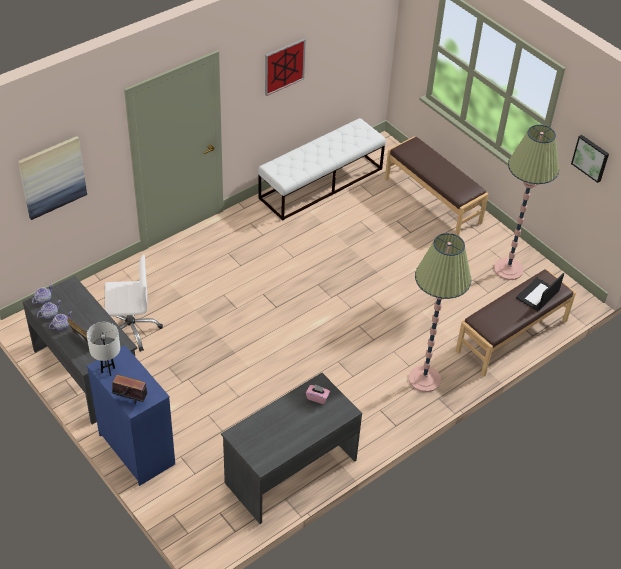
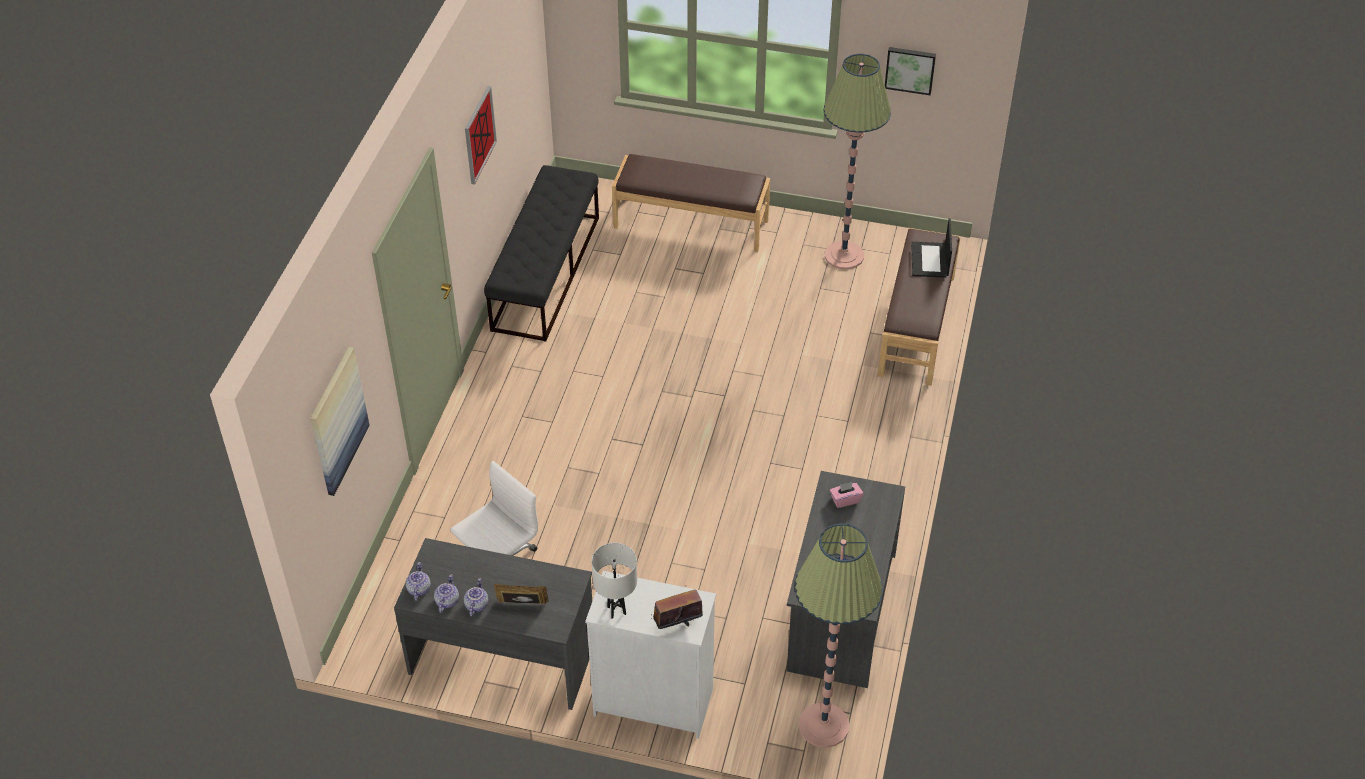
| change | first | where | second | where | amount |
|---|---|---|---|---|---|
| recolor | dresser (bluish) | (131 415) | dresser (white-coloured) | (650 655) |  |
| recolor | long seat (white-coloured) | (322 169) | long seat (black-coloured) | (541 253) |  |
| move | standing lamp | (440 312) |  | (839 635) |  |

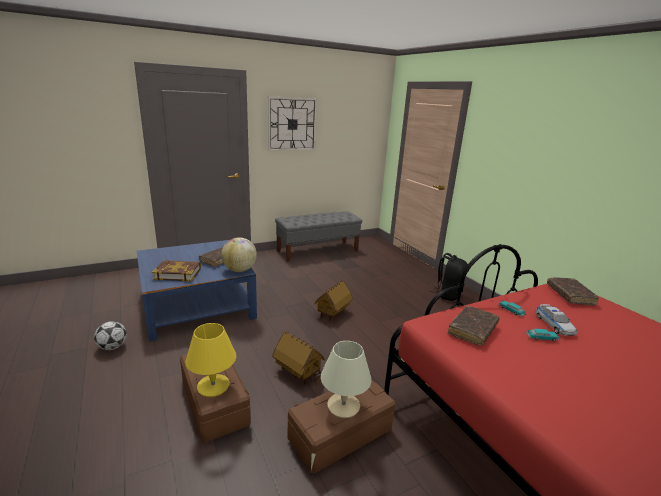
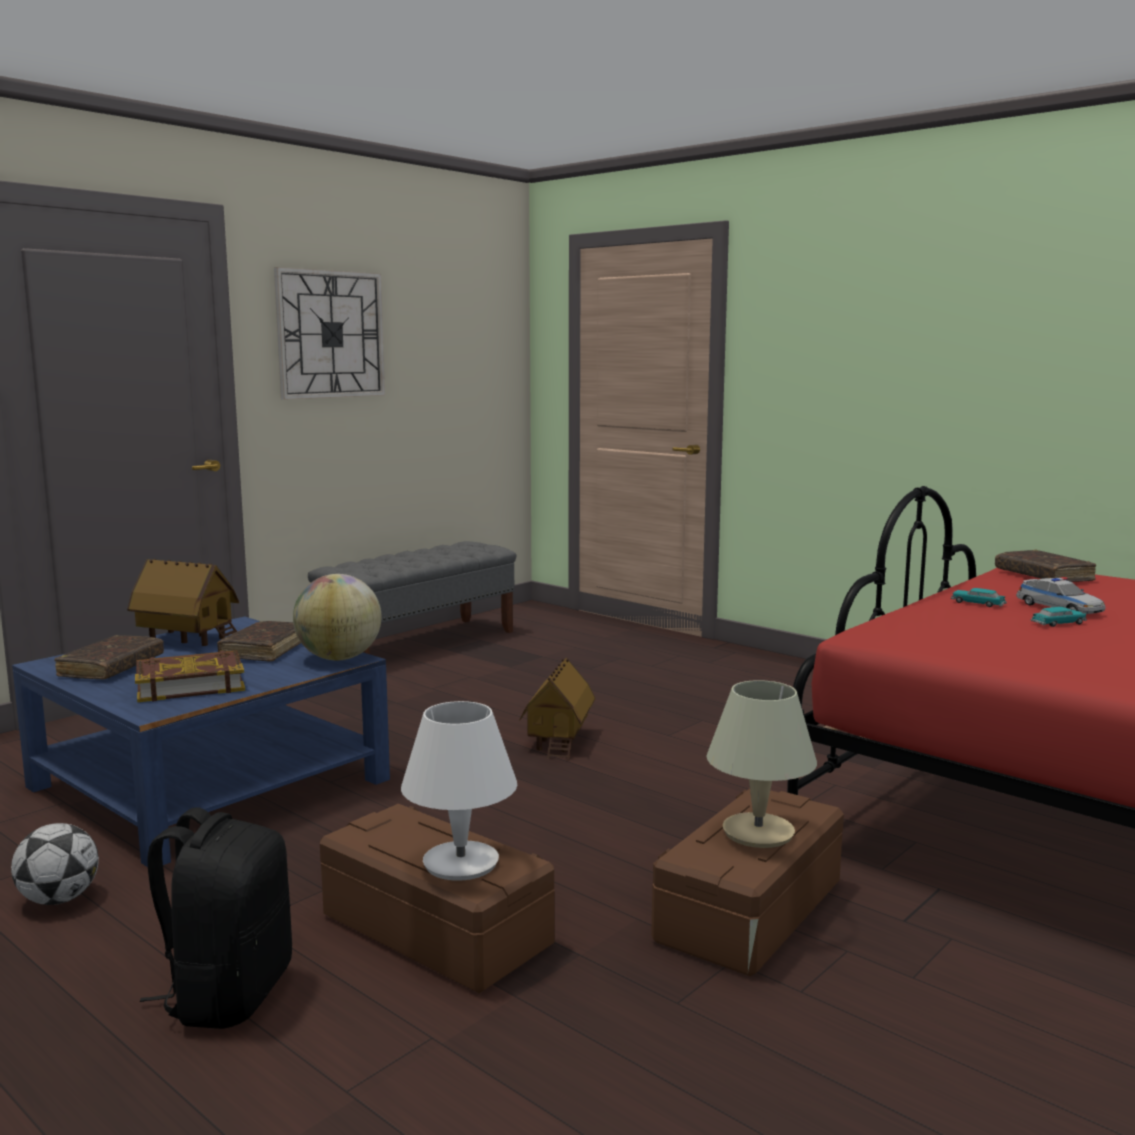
| change | first | where | second | where | amount |
|---|---|---|---|---|---|
| recolor | table lamp (yellowish) | (210 360) | table lamp (white-coloured) | (459 791) |  |
| move | miniature house | (298 358) |  | (183 602) |  |
| move | rucksack (black-coloured) | (448 277) |  | (216 918) |  |
| move | bound book (brownish) | (474 326) |  | (109 657) |  |

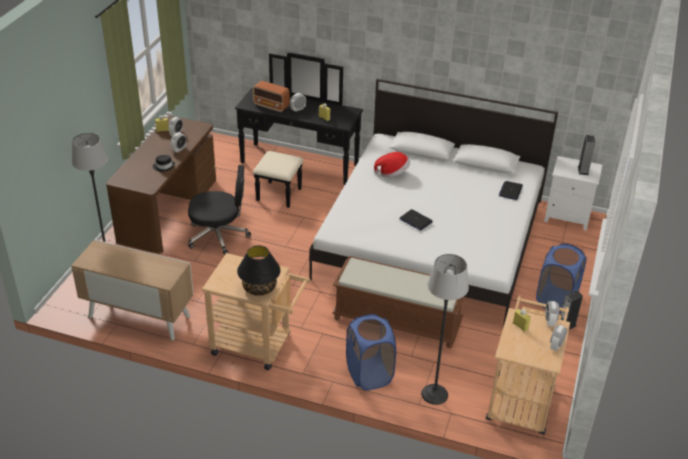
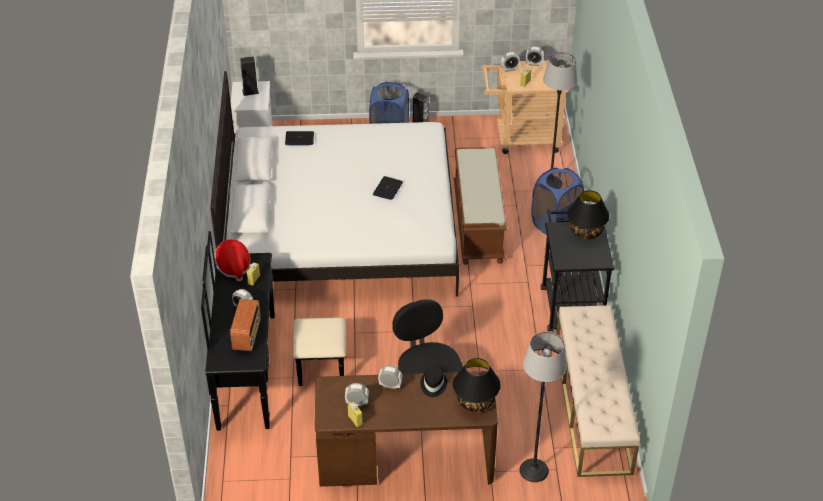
| change | first | where | second | where | amount |
|---|---|---|---|---|---|
| replace | cabinet | (132 289) | long seat (sand-coloured) | (598 391) |  |
| recolor | trolley (sand-coloured) | (256 311) | trolley (black-coloured) | (577 270) |  |
| move | clothing hat | (392 165) |  | (232 260) |  |
| insert |  |  | table lamp (black-coloured) | (477 385) |  |

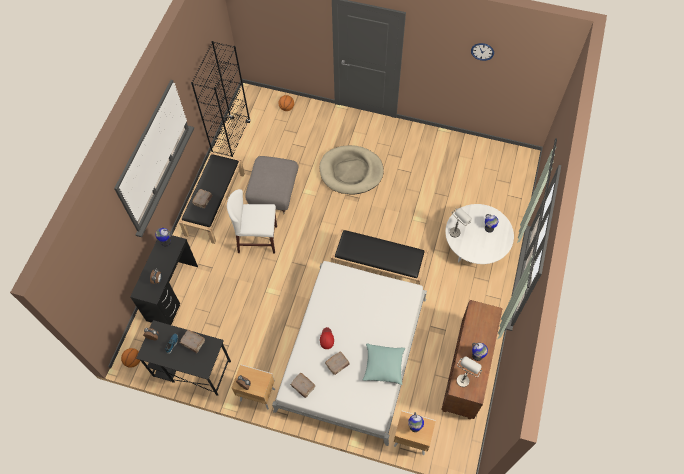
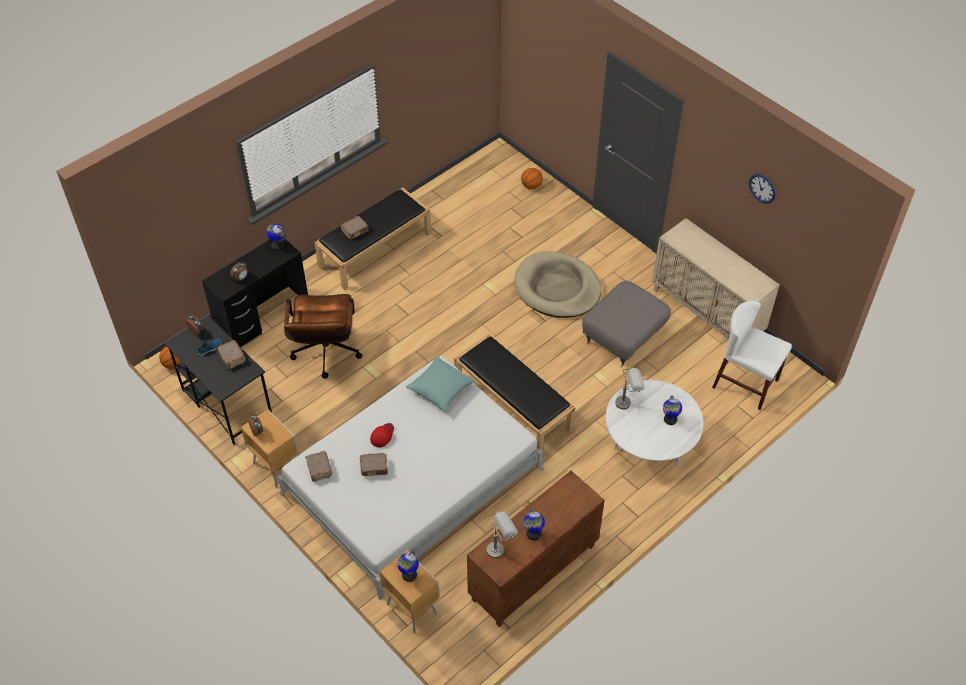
| change | first | where | second | where | amount |
|---|---|---|---|---|---|
| delete | bookshelf (black-coloured) | (221 99) |  |  |  |
| move | upright chair (white-coloured) | (252 221) |  | (752 355) |  |
| move | footrest (gray) | (271 185) |  | (626 324) |  |
| move | cushion (turquoise) | (384 364) |  | (440 384) |  |
| insert |  |  | computer chair (brownish) | (323 336) |  |
| insert |  |  | cabinet (sand-coloured) | (716 278) |  |

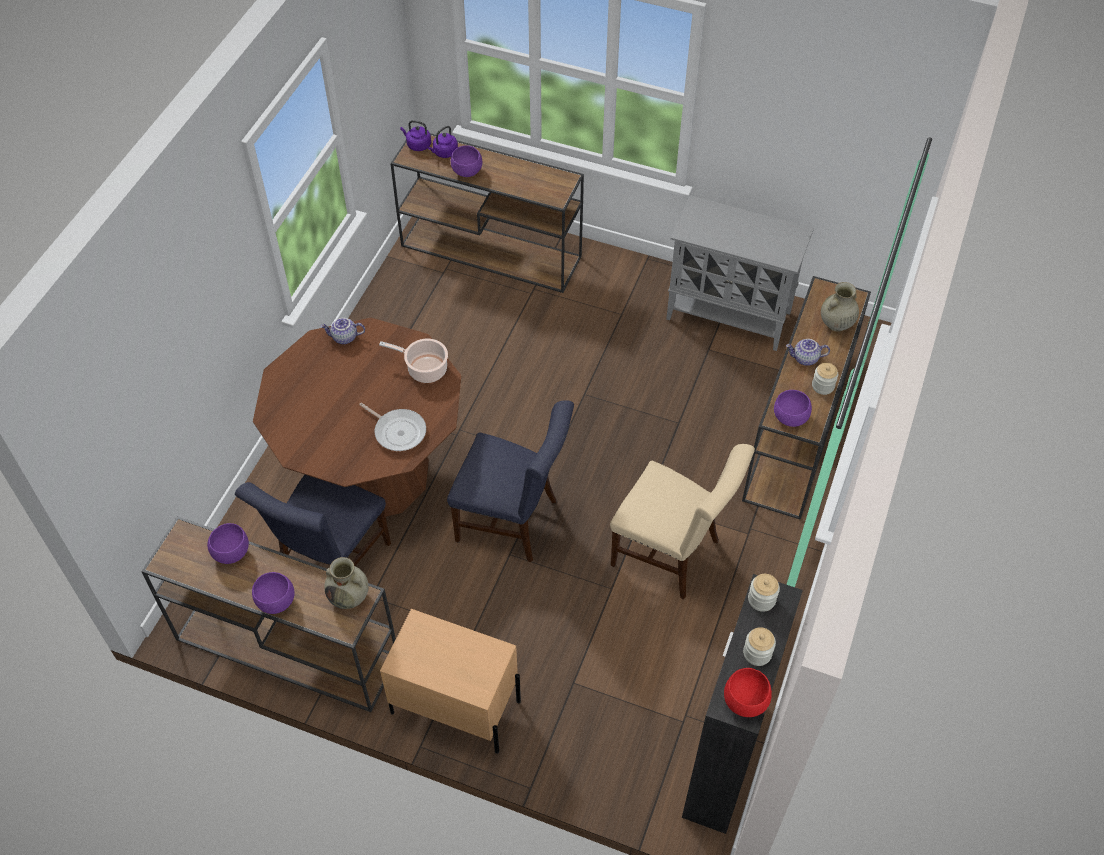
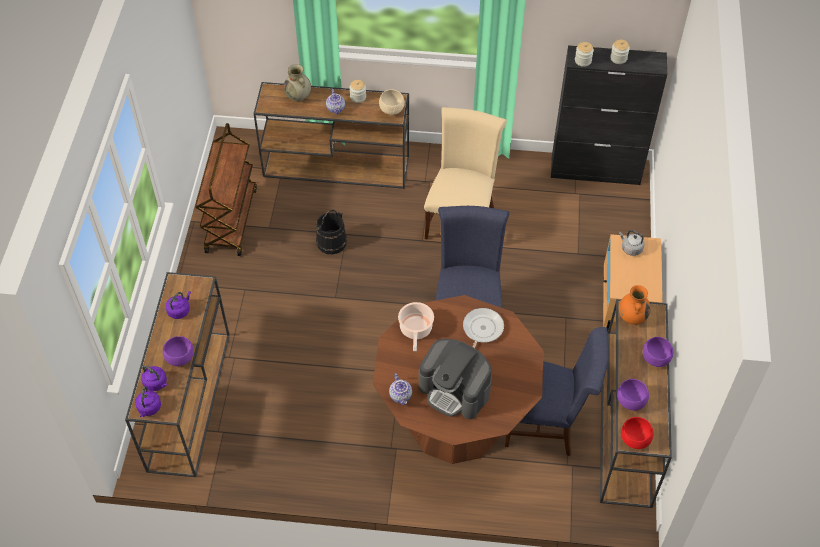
| change | first | where | second | where | amount |
|---|---|---|---|---|---|
| recolor | flower vase (sand-coloured) | (346 583) | flower vase (orange-coloured) | (634 304) |  |
| replace | cabinet (gray) | (740 273) | trolley (brownish) | (226 189) |  |
| move | bowl (reddish) | (748 692) |  | (637 433) |  |
| recolor | bowl (purple) | (793 408) | bowl (sand-coloured) | (392 102) |  |
| insert |  |  | water kettle (purple) | (178 305) |  |
| insert |  |  | pail (black-coloured) | (331 232) |  |
| insert |  |  | coffee machine | (455 379) |  |
| insert |  |  | water kettle (gray) | (632 243) |  |

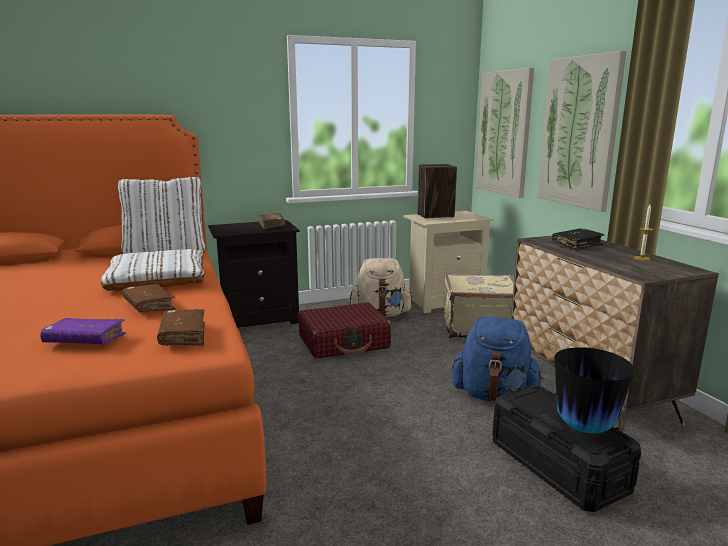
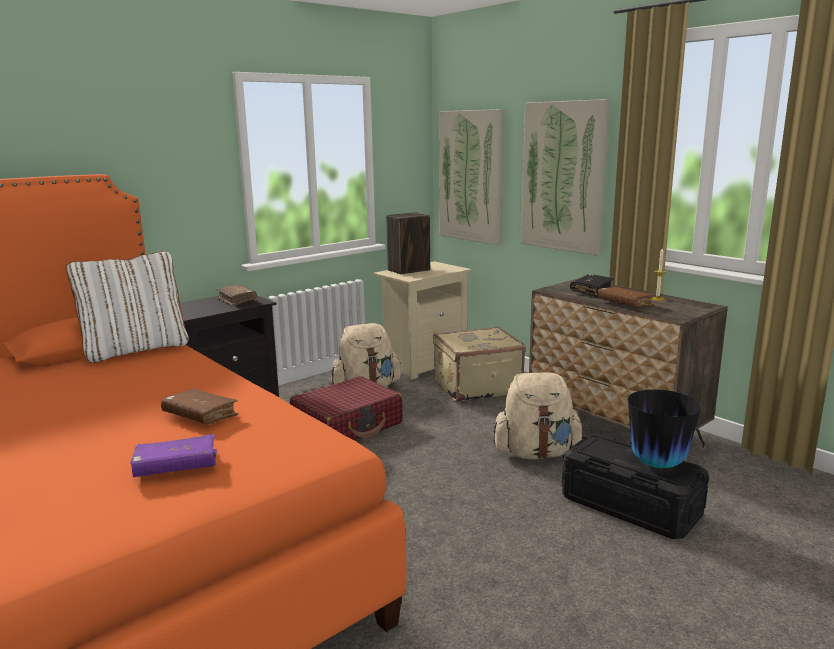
| change | first | where | second | where | amount |
|---|---|---|---|---|---|
| delete | cushion (white-coloured) | (152 270) |  |  |  |
| move | bound book (brownish) | (181 327) |  | (626 297) |  |
| recolor | rucksack (bluish) | (498 359) | rucksack (sand-coloured) | (538 416) |  |

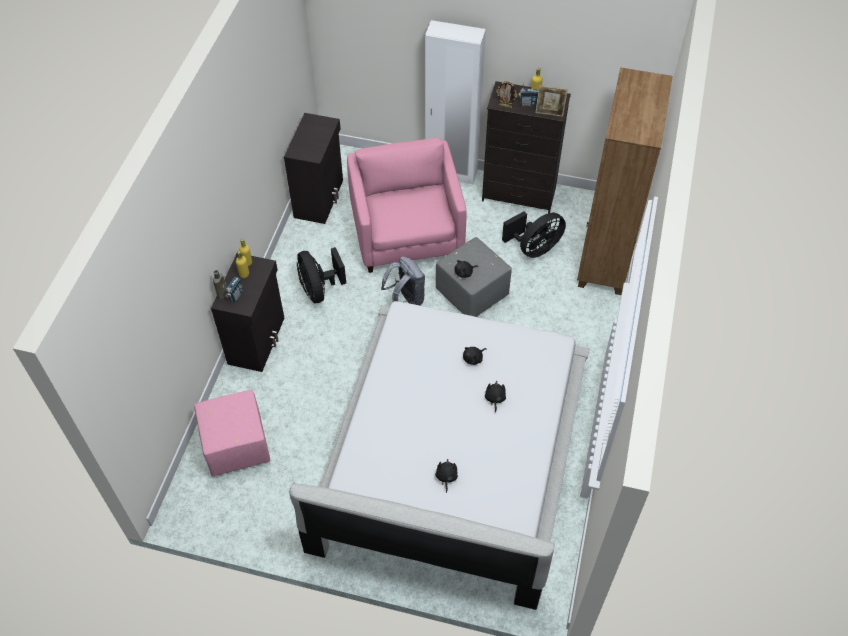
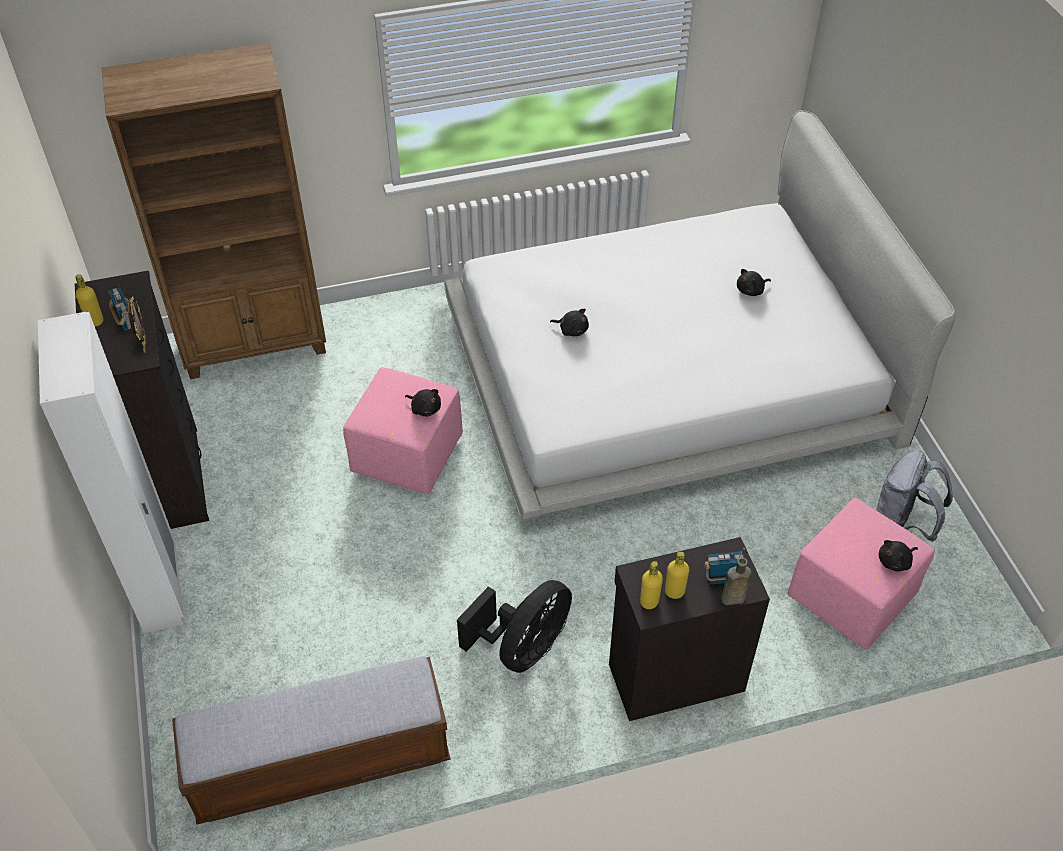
| change | first | where | second | where | amount |
|---|---|---|---|---|---|
| replace | cabinet (black-coloured) | (313 168) | long seat | (311 740) |  |
| delete | easy chair (pink-coloured) | (407 205) |  |  |  |
| move | rucksack (gray) | (403 280) |  | (914 496) |  |
| recolor | footrest (gray) | (474 277) | footrest (pink-coloured) | (403 430) |  |
| move | soft toy (black-coloured) | (495 397) |  | (898 556) |  |
| delete | electric fan (black-coloured) | (534 234) |  |  |  |
| delete | standing frame | (551 101) |  |  |  |

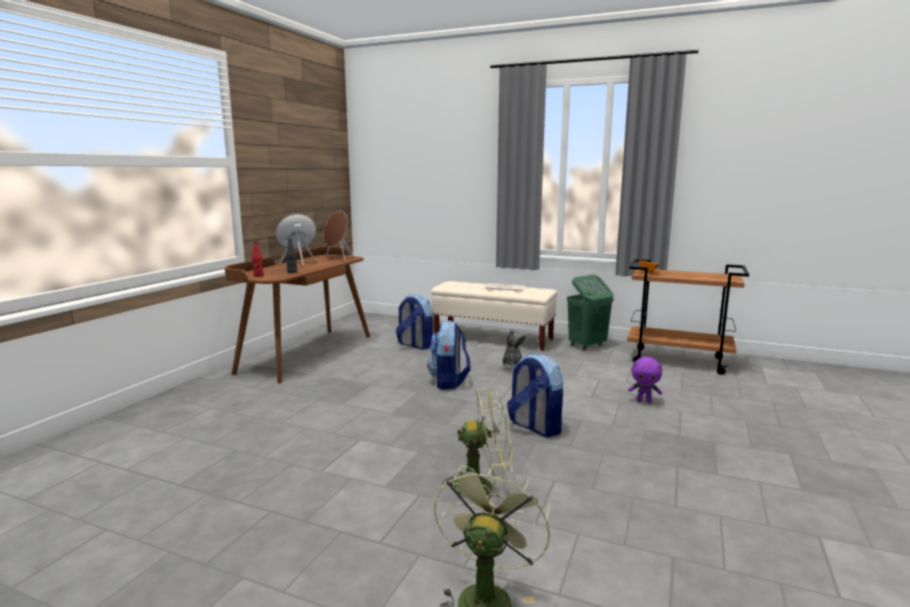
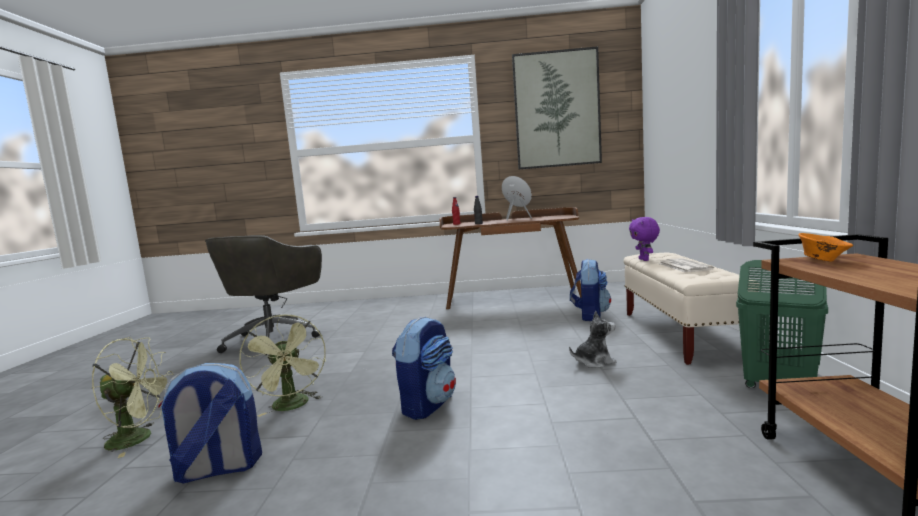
| change | first | where | second | where | amount |
|---|---|---|---|---|---|
| delete | audio speaker (brownish) | (338 235) |  |  |  |
| move | rucksack | (448 355) |  | (210 423) |  |
| move | soft toy (purple) | (645 380) |  | (644 239) |  |
| insert |  |  | computer chair (gray) | (263 295) |  |
| insert |  |  | picture | (557 108) |  |

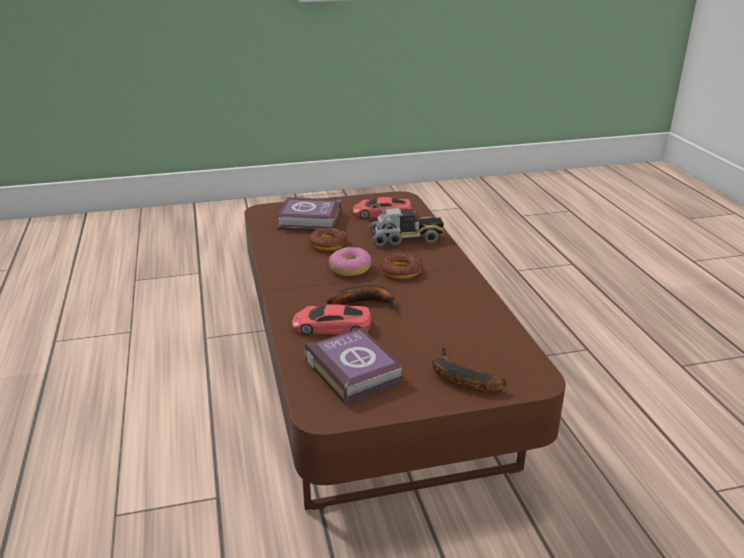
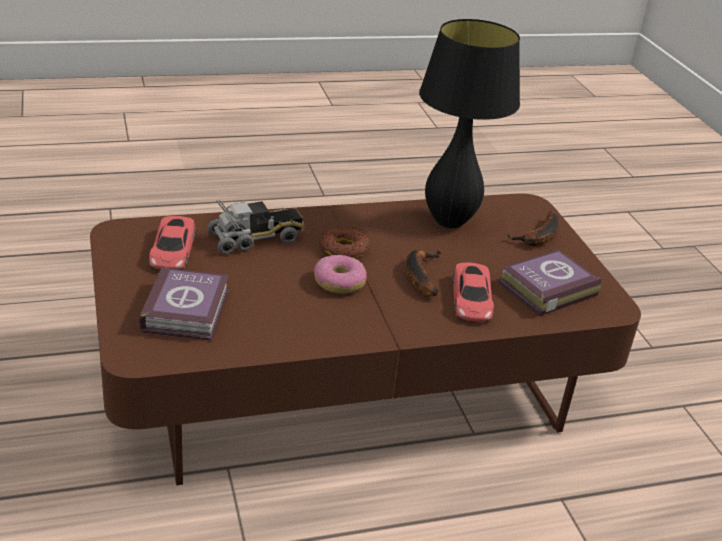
| change | first | where | second | where | amount |
|---|---|---|---|---|---|
| delete | donut | (328 239) |  |  |  |
| rotate | toy lorry | (407 225) |  | (255 226) | 75 degrees clockwise |
| insert |  |  | table lamp (black-coloured) | (469 123) |  |

